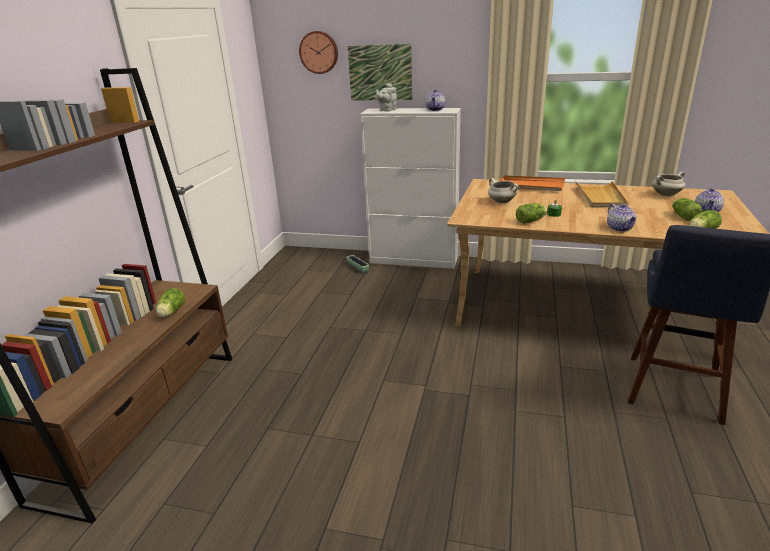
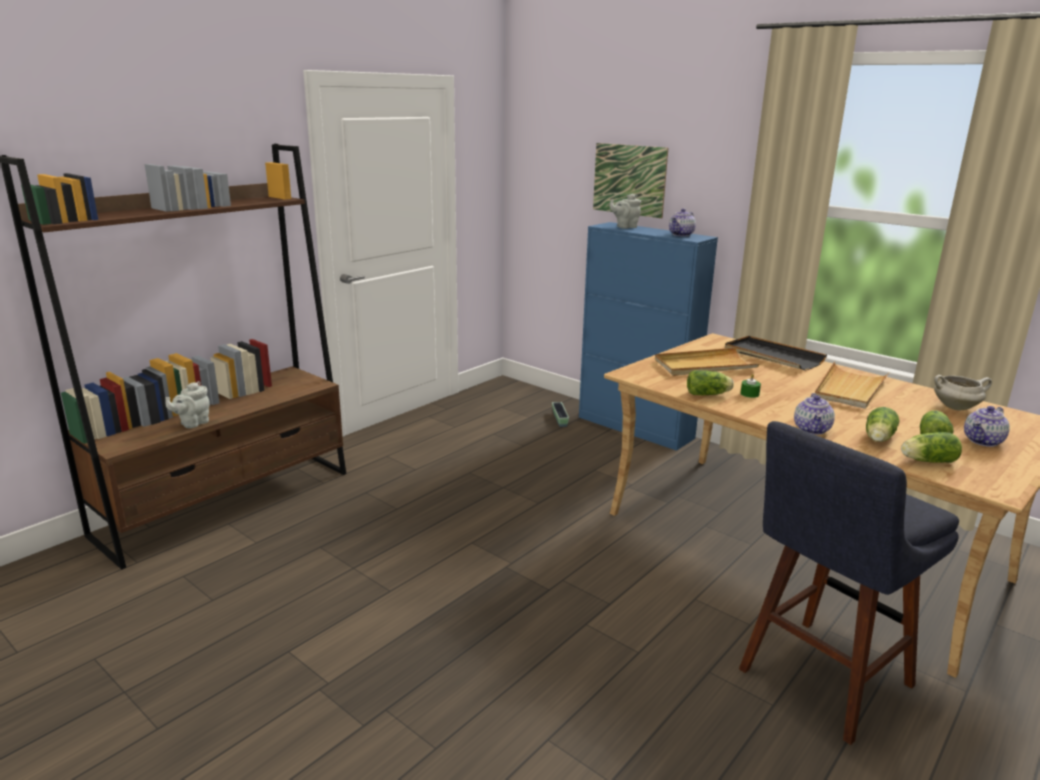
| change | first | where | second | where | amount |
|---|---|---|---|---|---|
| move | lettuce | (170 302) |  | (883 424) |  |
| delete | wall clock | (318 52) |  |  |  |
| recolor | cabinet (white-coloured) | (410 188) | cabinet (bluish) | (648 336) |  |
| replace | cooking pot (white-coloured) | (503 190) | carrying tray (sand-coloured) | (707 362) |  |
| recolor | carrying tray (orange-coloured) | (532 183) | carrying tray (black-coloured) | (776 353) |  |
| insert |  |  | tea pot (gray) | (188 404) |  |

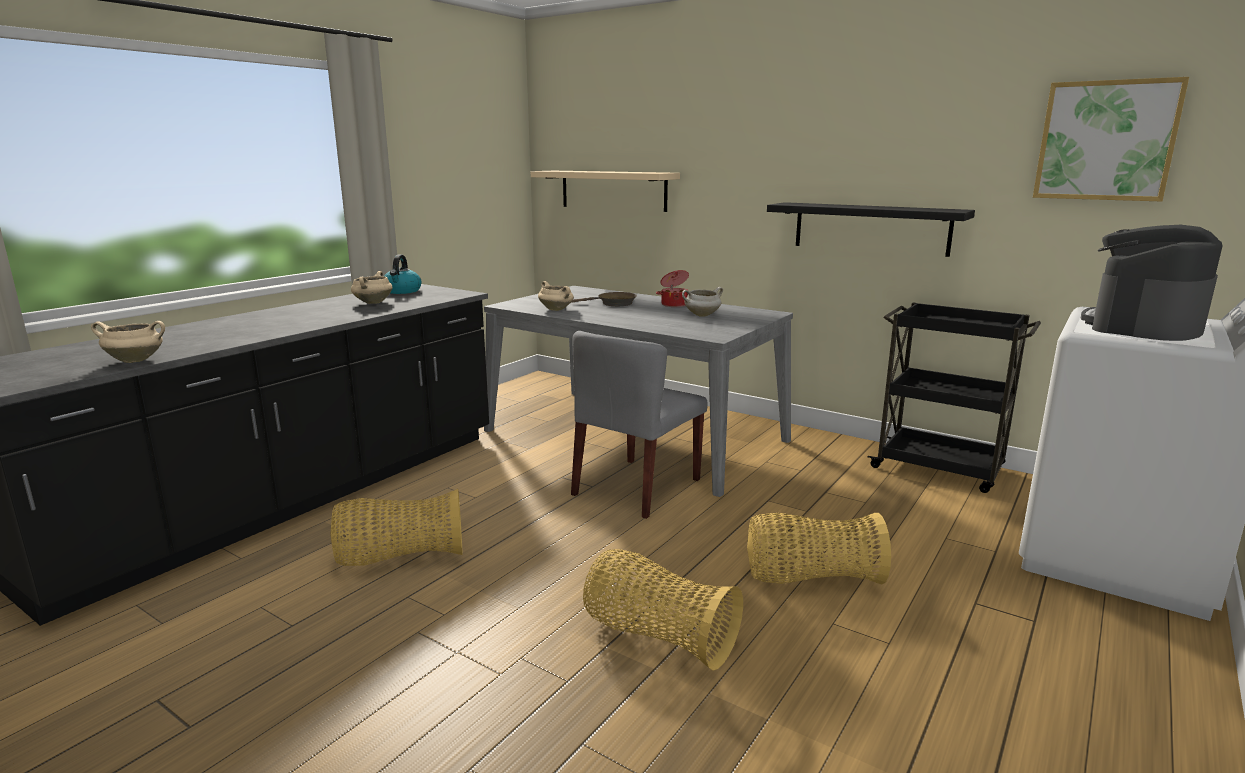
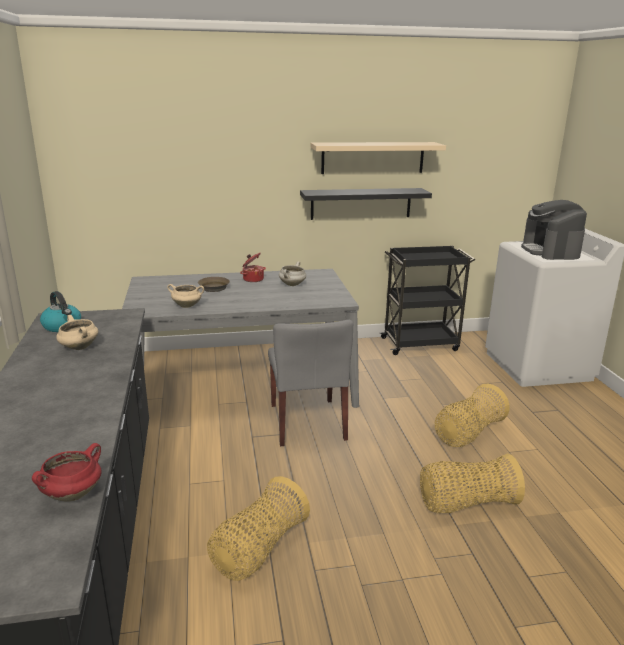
| change | first | where | second | where | amount |
|---|---|---|---|---|---|
| recolor | cooking pot (sand-coloured) | (128 342) | cooking pot (reddish) | (67 472) |  |
| move | bracket shelf (sand-coloured) | (605 191) |  | (378 158) |  |
| delete | picture | (1111 139) |  |  |  |

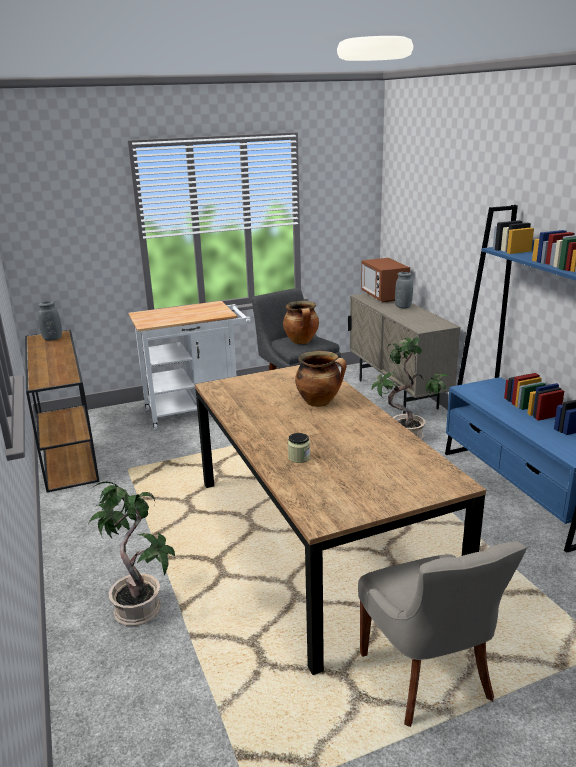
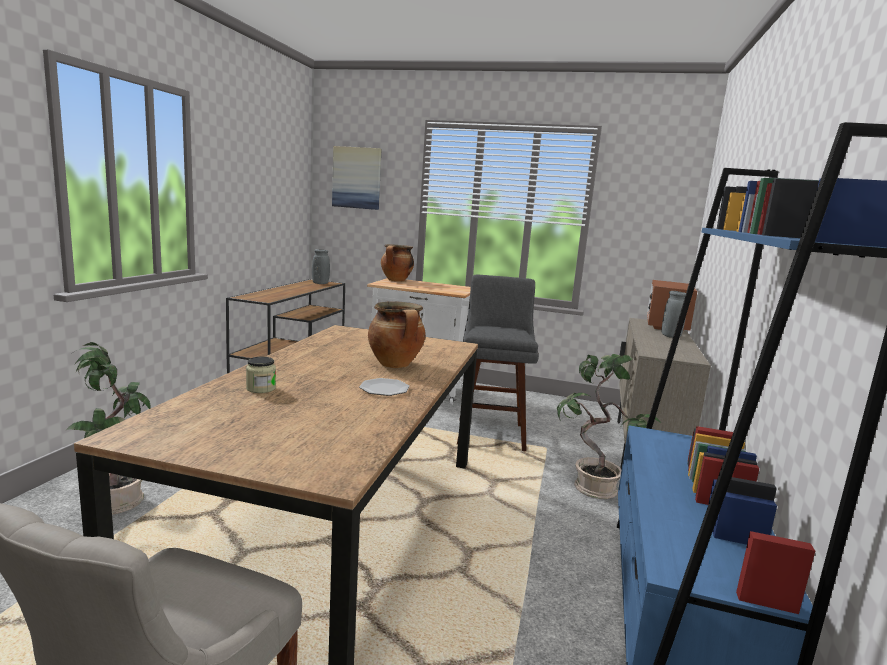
| change | first | where | second | where | amount |
|---|---|---|---|---|---|
| move | cooking pot | (301 322) |  | (397 263) |  |
| insert |  |  | picture | (356 178) |  |
| insert |  |  | dinner plate | (384 387) |  |

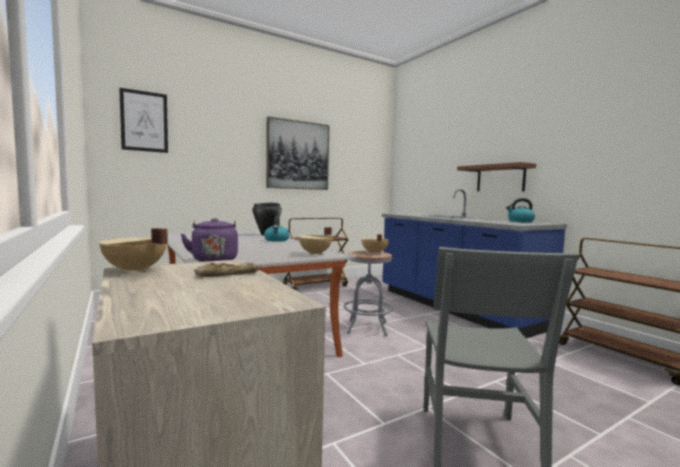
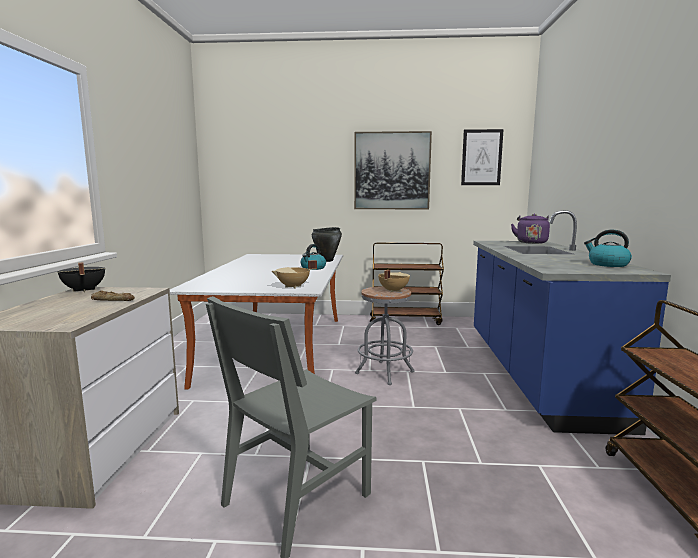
| change | first | where | second | where | amount |
|---|---|---|---|---|---|
| recolor | cooking pot (sand-coloured) | (133 250) | cooking pot (black-coloured) | (82 277) |  |
| move | picture | (143 120) |  | (482 157) |  |
| move | water kettle (purple) | (209 240) |  | (530 229) |  |
| delete | bracket shelf | (496 176) |  |  |  |

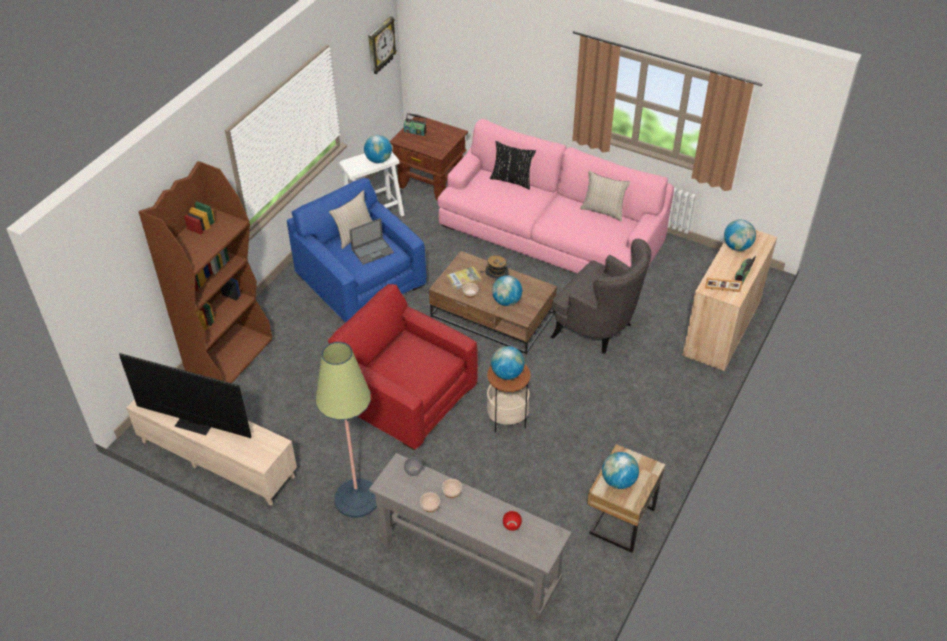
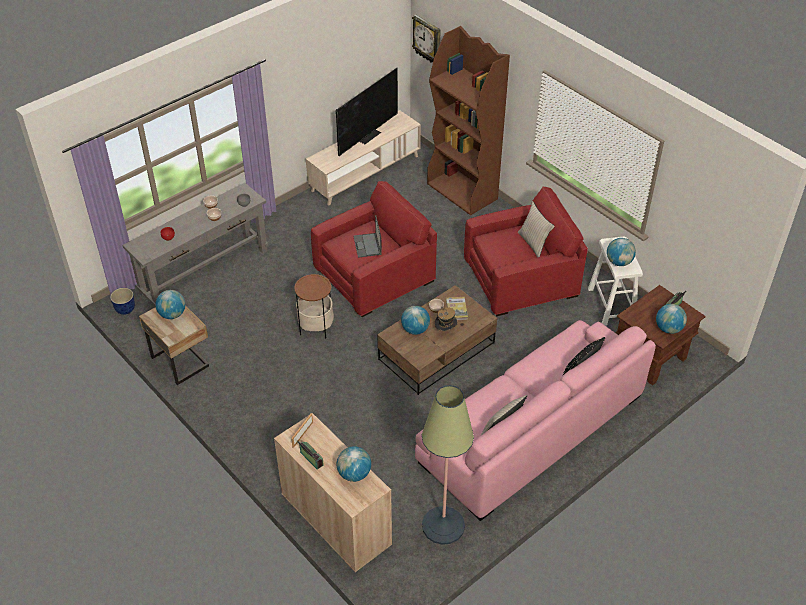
| change | first | where | second | where | amount |
|---|---|---|---|---|---|
| recolor | easy chair (bluish) | (357 250) | easy chair (reddish) | (526 251) |  |
| move | standing lamp | (346 430) |  | (448 465) |  |
| move | portable computer | (372 241) |  | (367 236) |  |
| move | wall clock | (382 45) |  | (426 38) |  |
| move | globe | (508 363) |  | (671 319) |  |
| delete | easy chair (gray) | (601 296) |  |  |  |
| insert |  |  | planter | (122 301) |  |

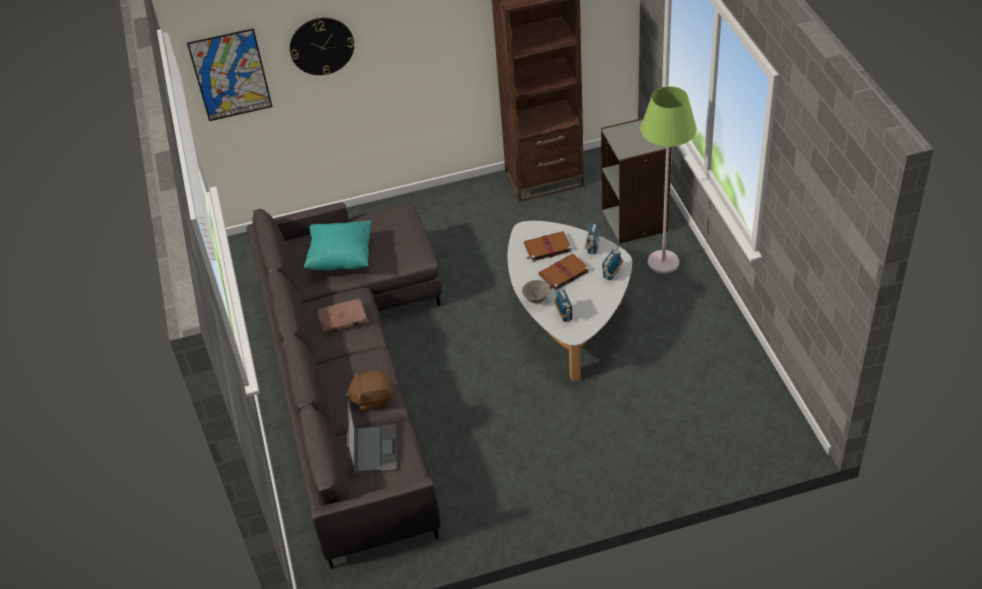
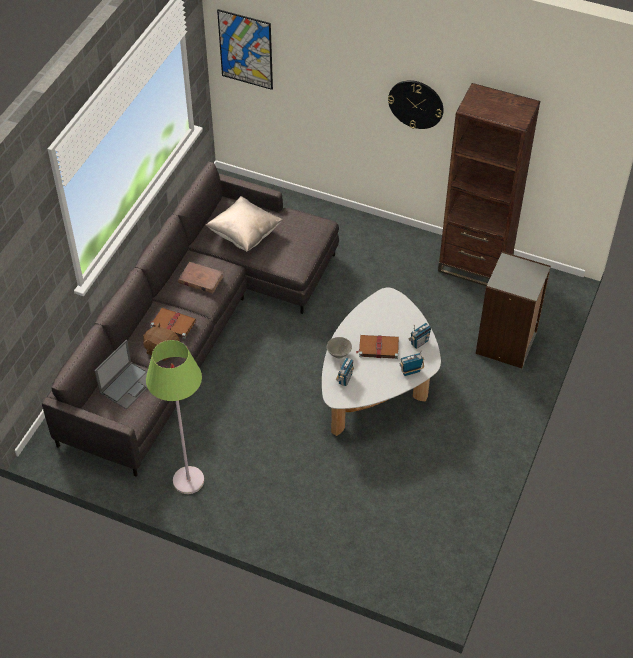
| change | first | where | second | where | amount |
|---|---|---|---|---|---|
| move | wall clock | (322 46) |  | (416 104) |  |
| recolor | cushion (turquoise) | (337 246) | cushion (sand-coloured) | (244 224) |  |
| move | bound book (brownish) | (548 246) |  | (173 323) |  |
| move | standing lamp (greenish) | (669 180) |  | (175 417) |  |

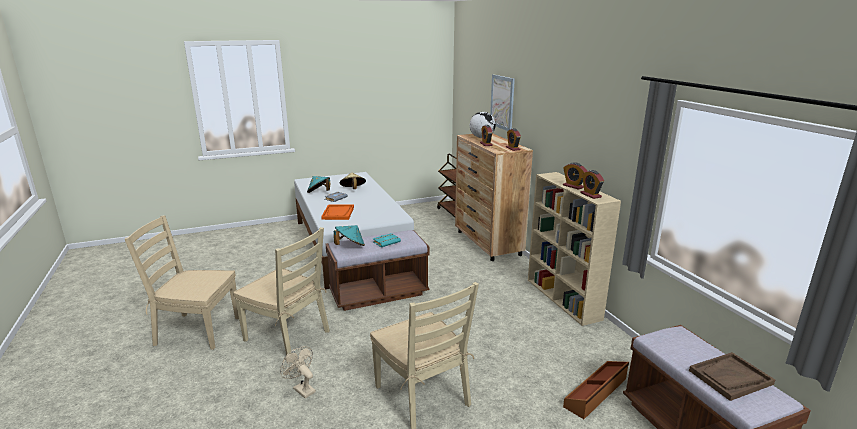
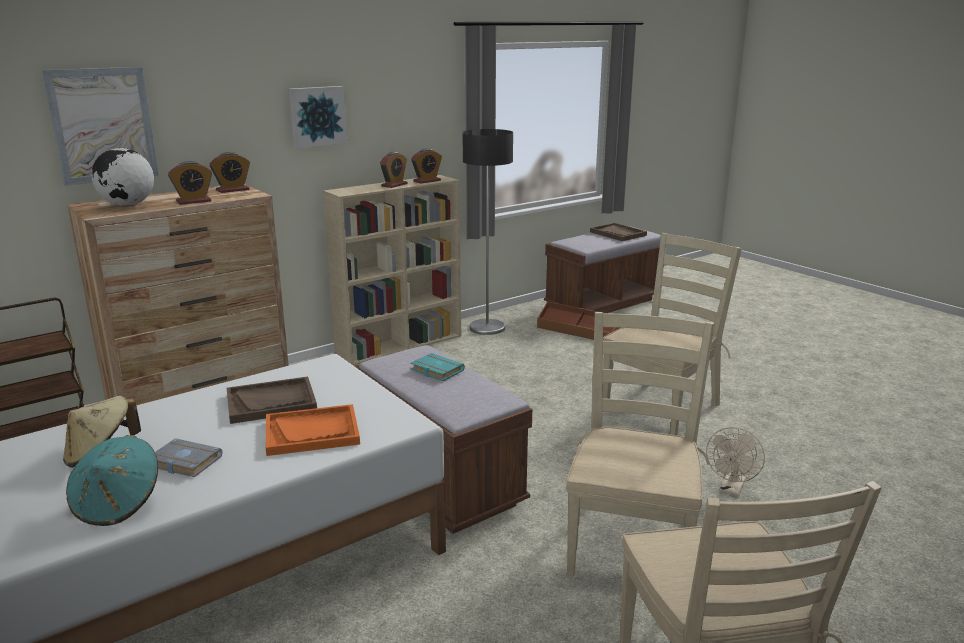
| change | first | where | second | where | amount |
|---|---|---|---|---|---|
| delete | clothing hat (turquoise) | (349 235) |  |  |  |
| insert |  |  | carrying tray (brownish) | (272 400) |  |
| insert |  |  | picture | (317 117) |  |
| insert |  |  | standing lamp | (487 232) |  |

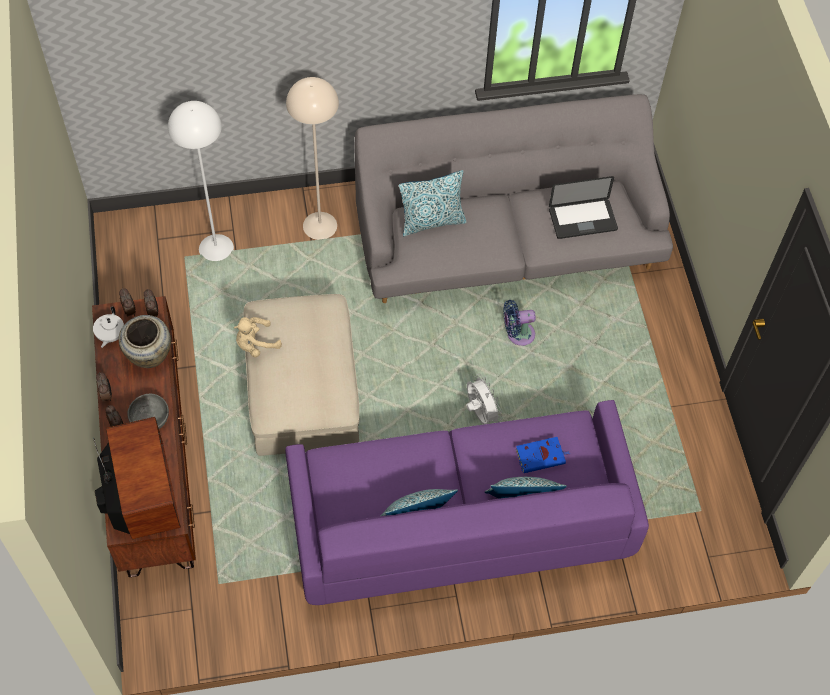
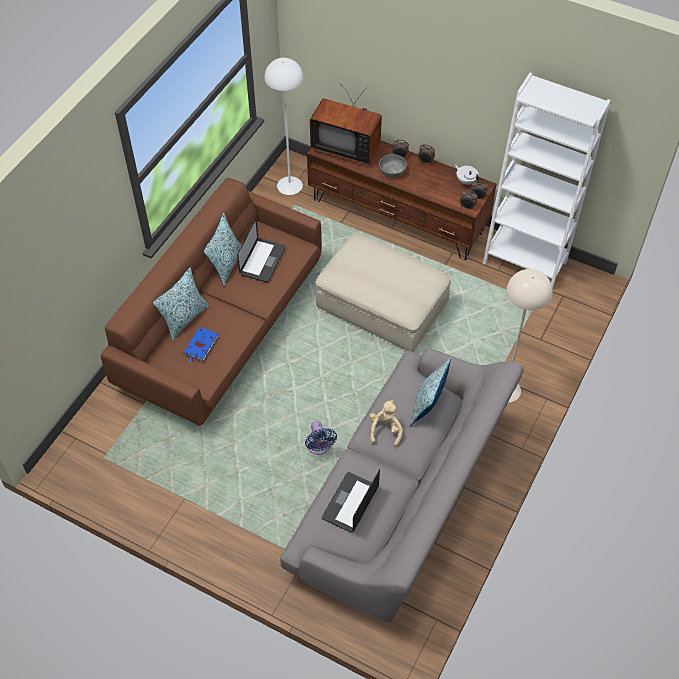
| change | first | where | second | where | amount |
|---|---|---|---|---|---|
| delete | flower vase (sand-coloured) | (145 341) |  |  |  |
| move | standing lamp (white-coloured) | (201 181) |  | (284 126) |  |
| move | soft toy (sand-coloured) | (258 337) |  | (386 423) |  |
| recolor | settee (purple) | (467 502) | settee (brownish) | (211 301) |  |
| delete | electric fan (white-coloured) | (484 399) |  |  |  |
| rotate | electric fan (bluish) | (519 323) |  | (321 438) | 135 degrees clockwise |
| insert |  |  | portable computer | (261 250) |  |
| insert |  |  | bookshelf (white-coloured) | (547 181) |  |

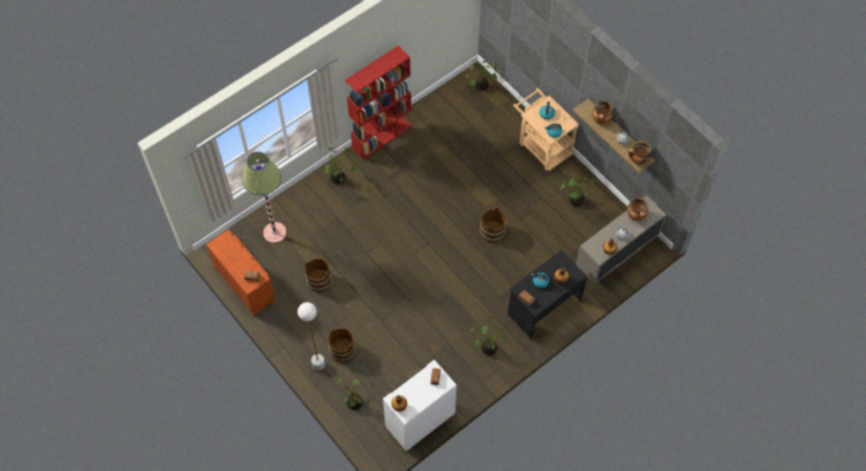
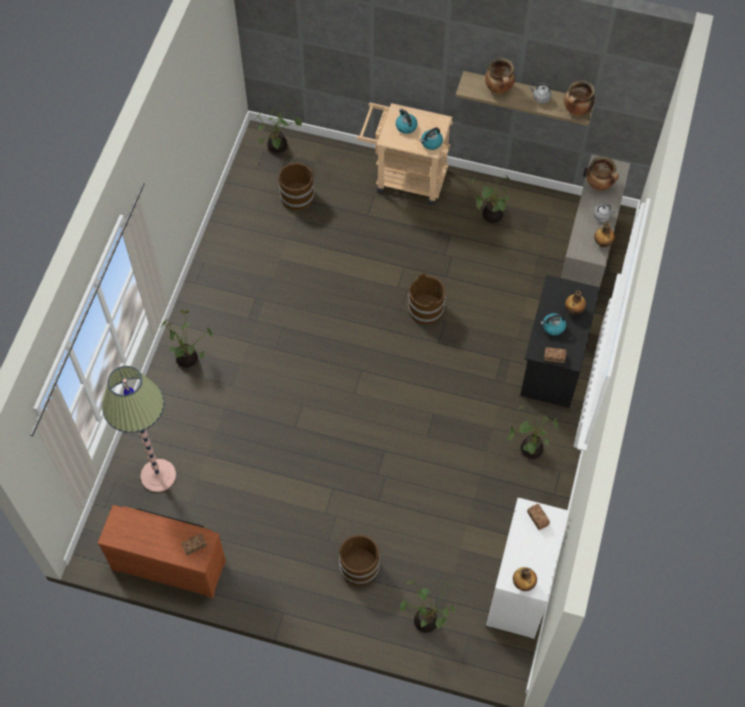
| change | first | where | second | where | amount |
|---|---|---|---|---|---|
| delete | standing lamp (white-coloured) | (311 336) |  |  |  |
| move | pail (brownish) | (318 275) |  | (296 186) |  |
| delete | bookshelf (reddish) | (378 102) |  |  |  |

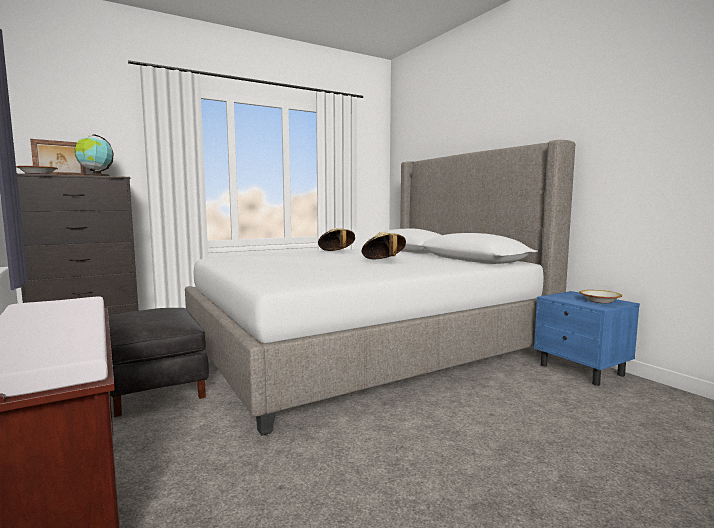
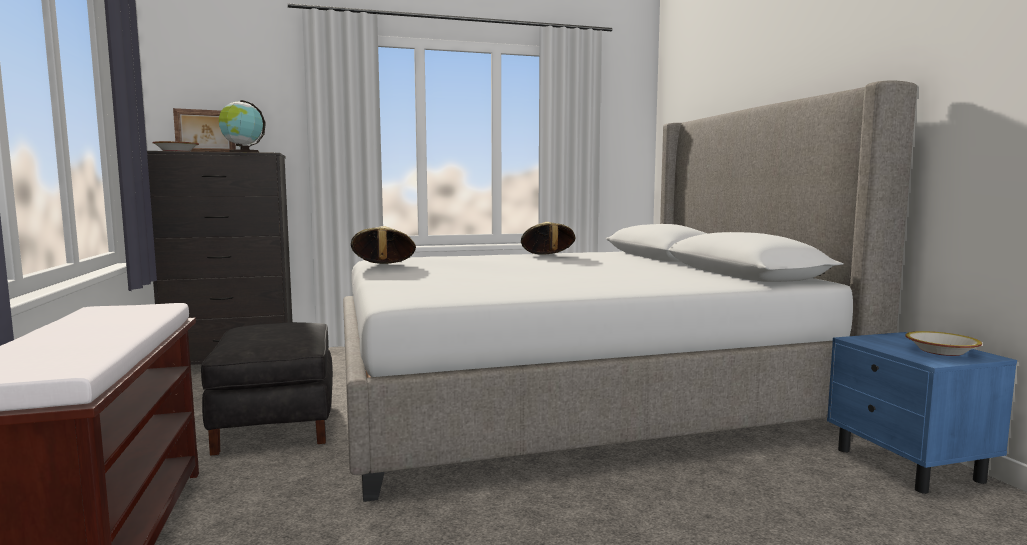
| change | first | where | second | where | amount |
|---|---|---|---|---|---|
| move | clothing hat (sand-coloured) | (384 245) |  | (383 245) |  |

